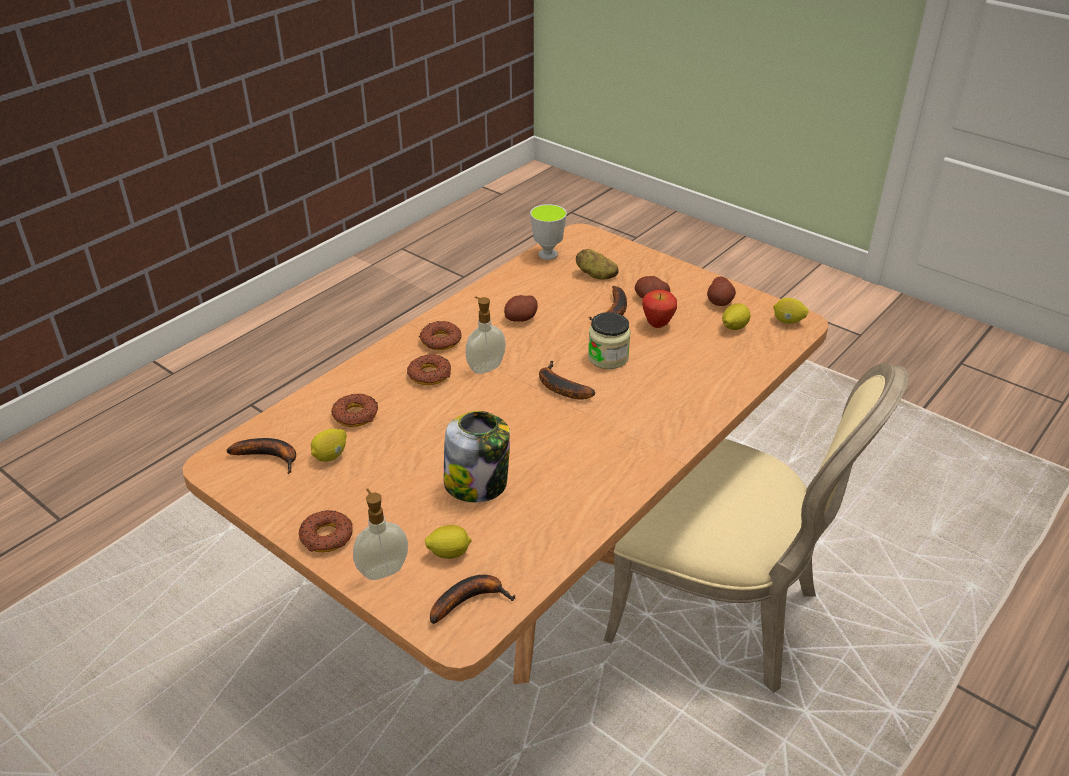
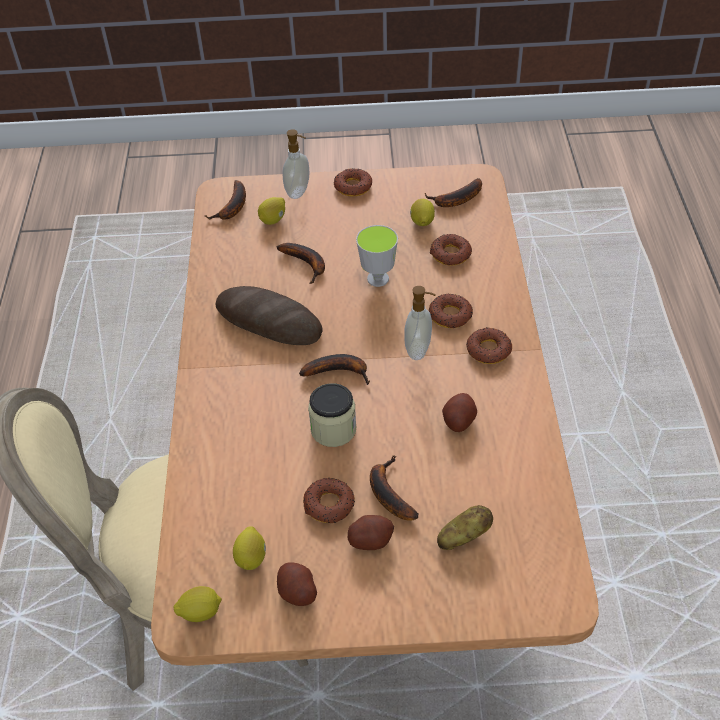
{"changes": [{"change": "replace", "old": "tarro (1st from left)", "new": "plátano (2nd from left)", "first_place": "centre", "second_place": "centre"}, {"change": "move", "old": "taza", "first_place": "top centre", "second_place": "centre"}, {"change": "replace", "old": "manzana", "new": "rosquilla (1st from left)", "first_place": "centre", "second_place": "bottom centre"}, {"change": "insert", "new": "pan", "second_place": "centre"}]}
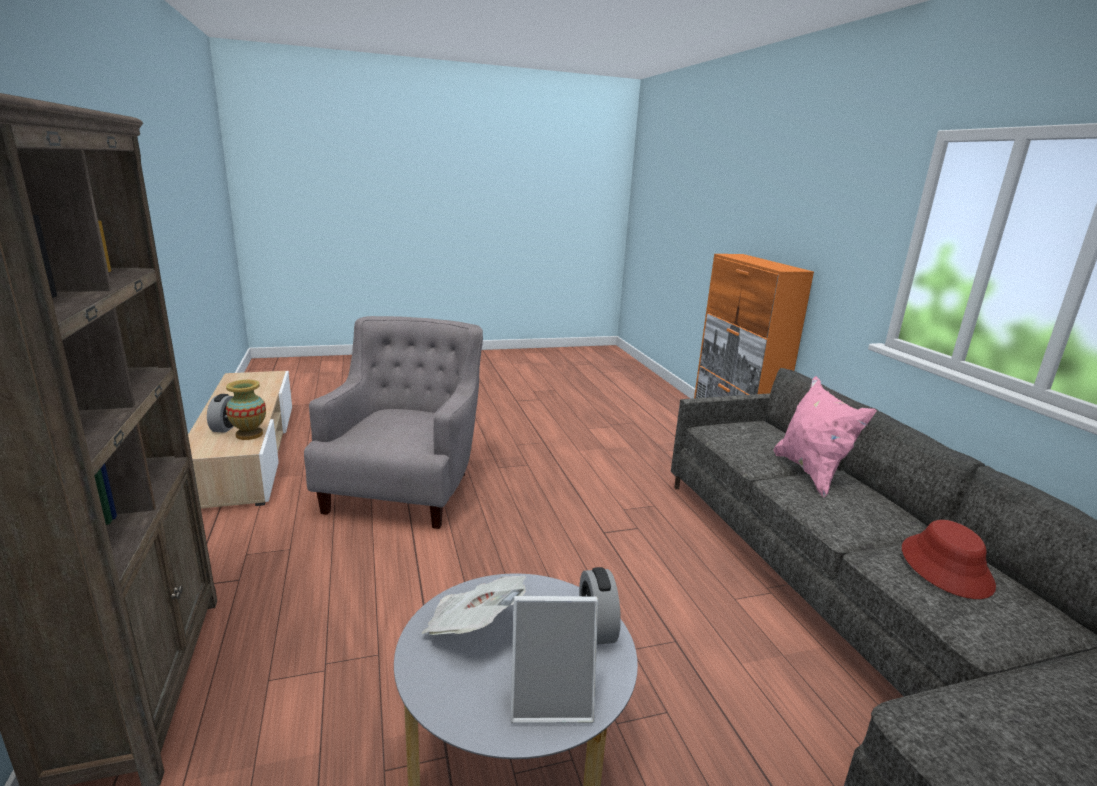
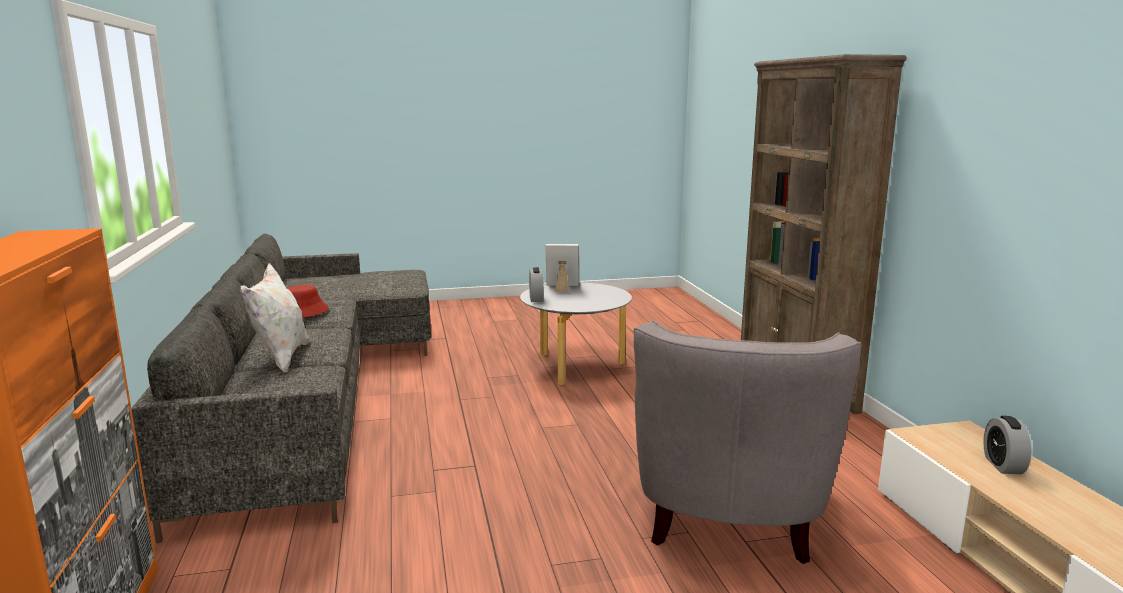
{"changes": [{"change": "delete", "old": "florero", "first_place": "middle left"}, {"change": "delete", "old": "periódico", "first_place": "bottom centre"}, {"change": "recolor", "old": "cojín [rosa]", "new": "cojín [blanco]", "first_place": "middle right", "second_place": "middle left"}]}
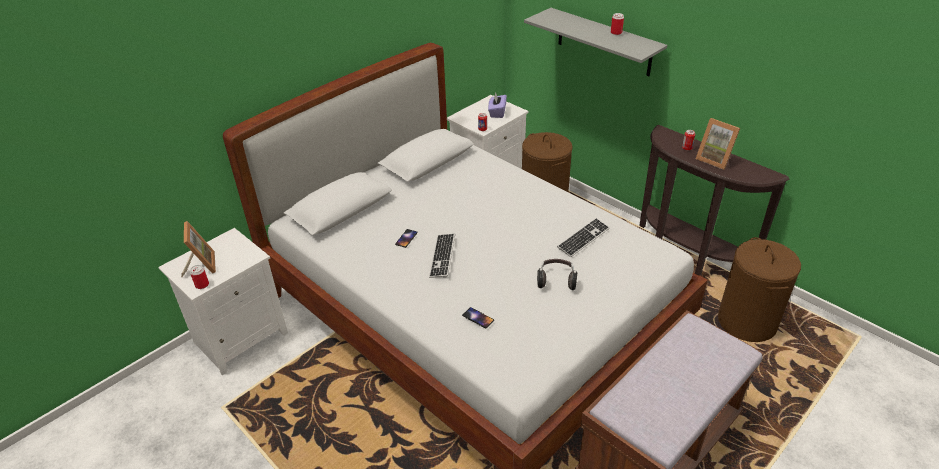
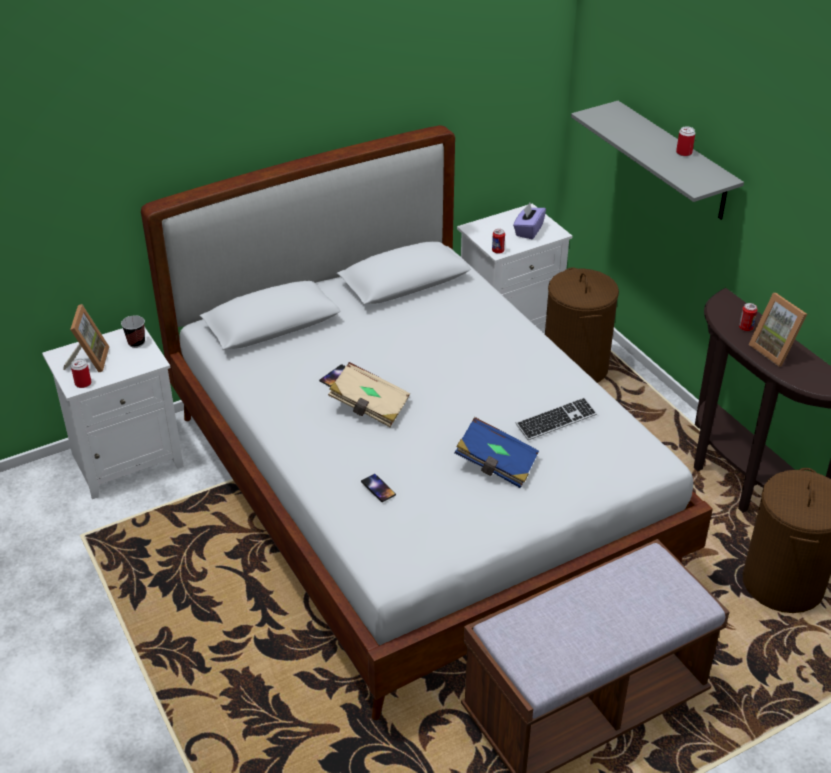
{"changes": [{"change": "replace", "old": "teclado (1st from left)", "new": "libro [beis]", "first_place": "centre", "second_place": "centre"}, {"change": "replace", "old": "auriculares", "new": "libro [azul]", "first_place": "centre", "second_place": "centre"}, {"change": "insert", "new": "taza", "second_place": "middle left"}]}
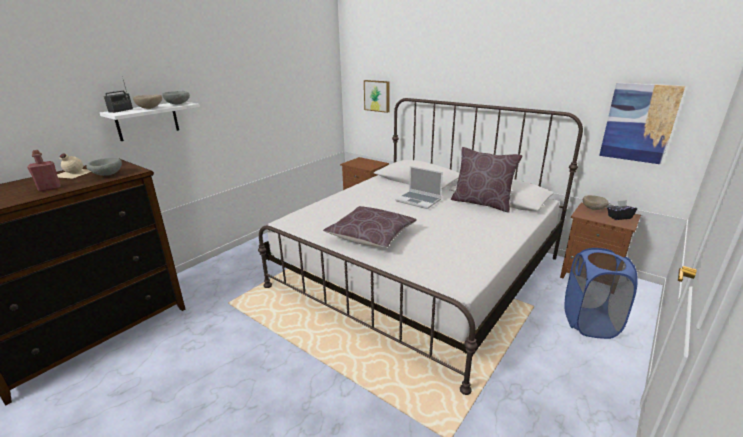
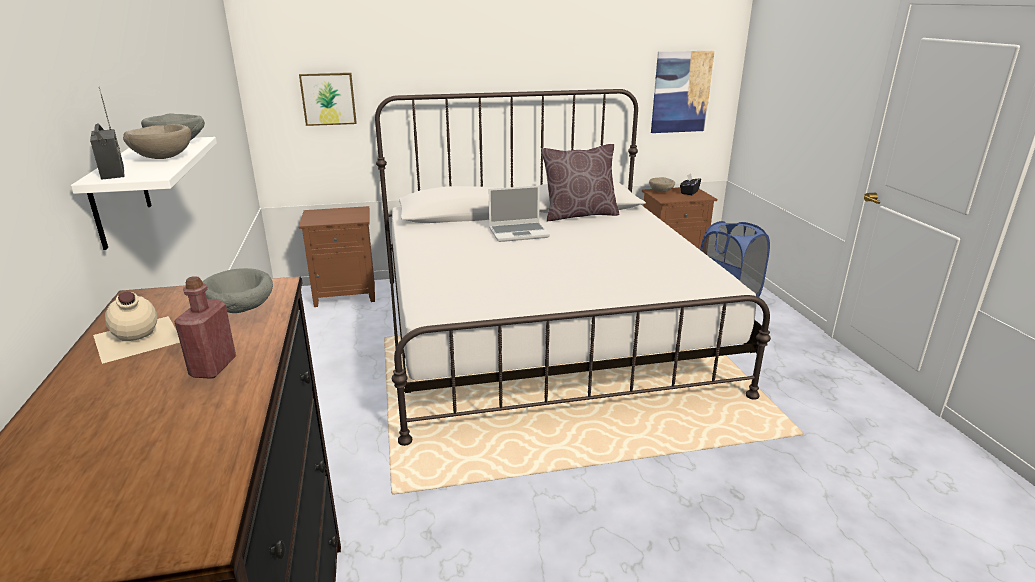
{"changes": [{"change": "delete", "old": "cojín [marrón] (1st from left)", "first_place": "centre"}]}
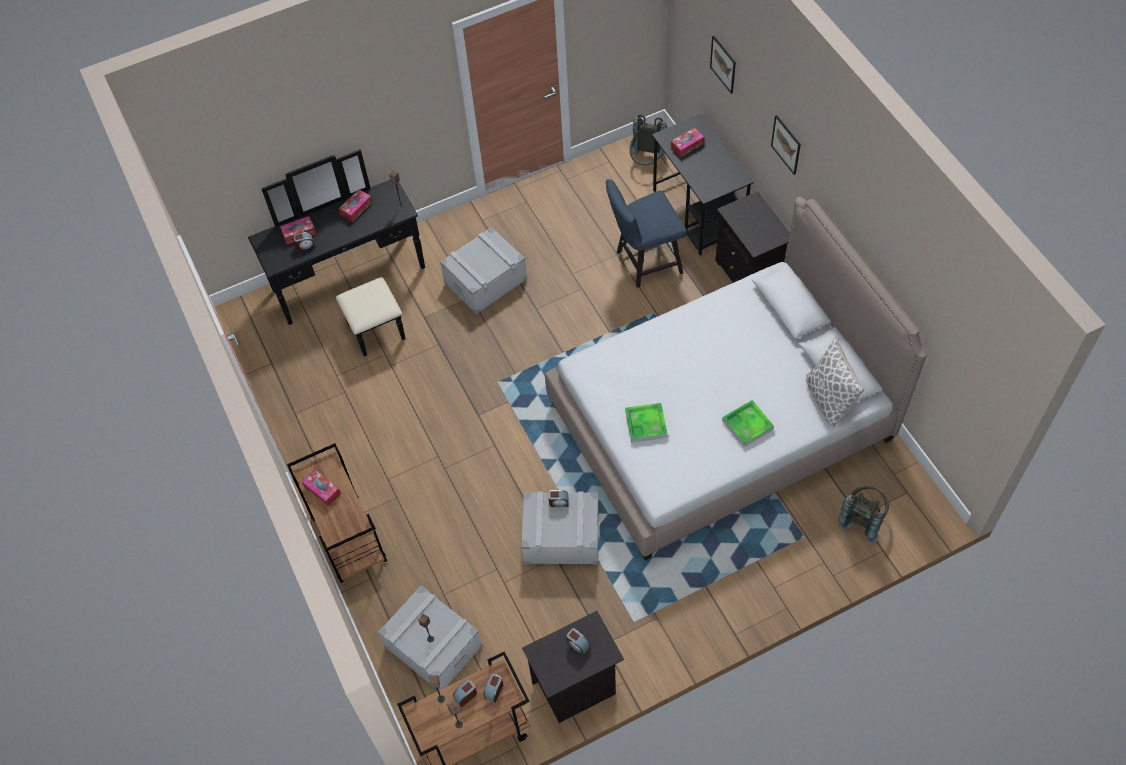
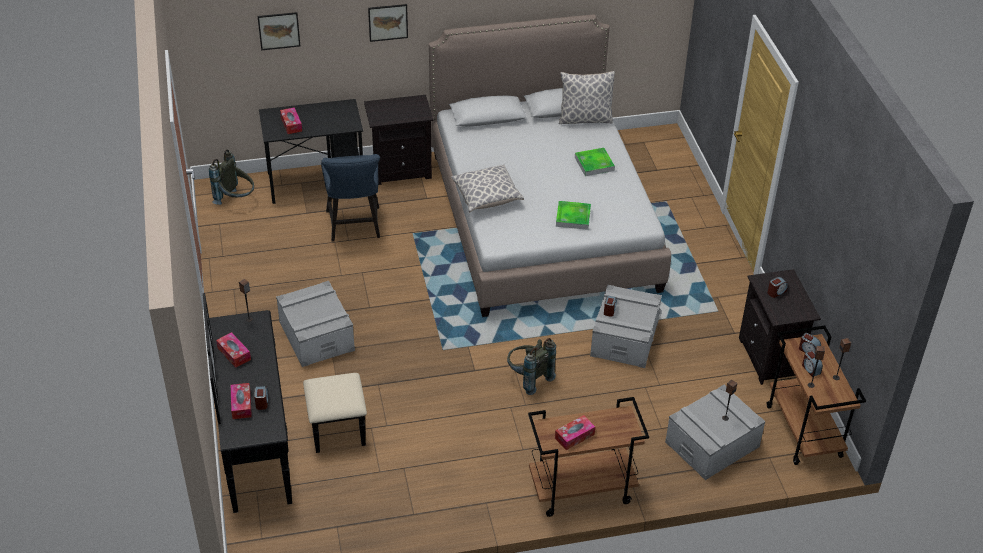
{"changes": [{"change": "move", "old": "mochila [gris] (2nd from left)", "first_place": "bottom right", "second_place": "centre"}, {"change": "insert", "new": "cojín (1st from left)", "second_place": "centre"}]}
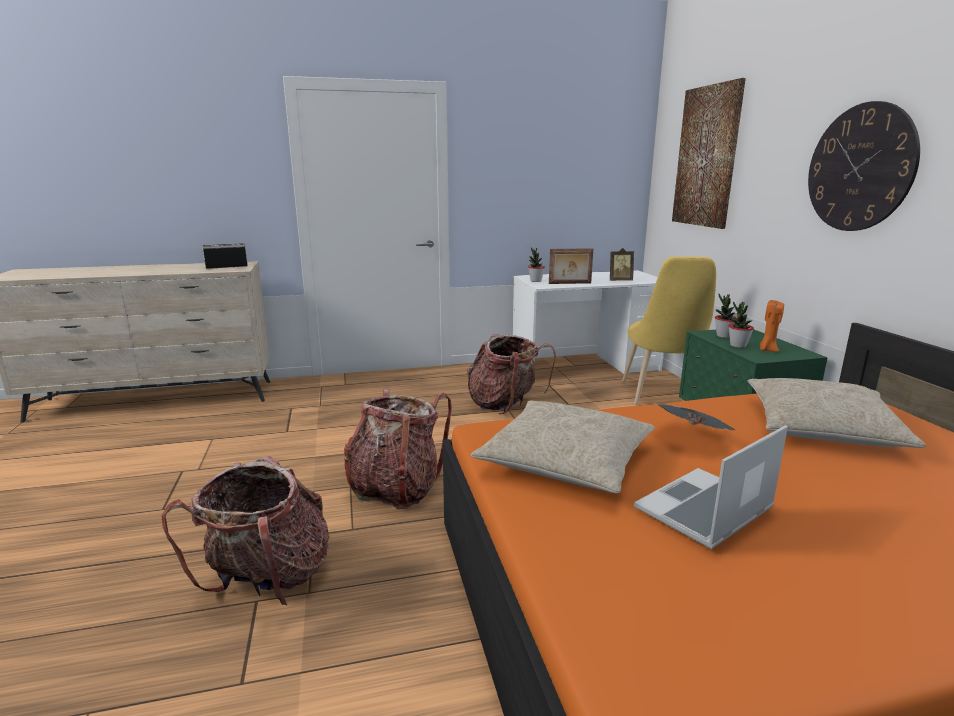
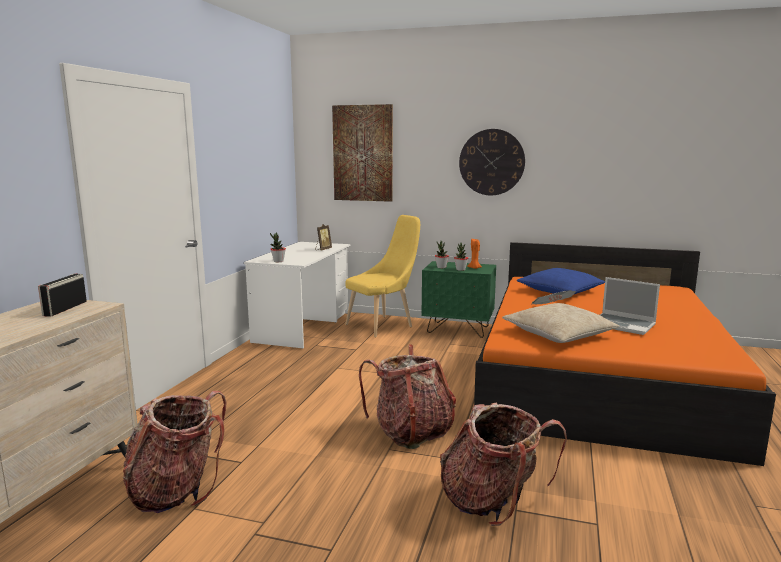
{"changes": [{"change": "move", "old": "mochila (3rd from left in the first image)", "new": "mochila (1st from left)", "first_place": "centre", "second_place": "bottom left"}, {"change": "delete", "old": "portarretratos (1st from left)", "first_place": "centre"}, {"change": "rotate", "old": "silla [amarillo]", "first_place": "middle right", "second_place": "centre", "degrees": -75}, {"change": "rotate", "old": "portátil", "first_place": "bottom right", "second_place": "middle right", "degrees": -45}, {"change": "recolor", "old": "cojín [beis] (2nd from left)", "new": "cojín [azul]", "first_place": "middle right", "second_place": "middle right"}]}
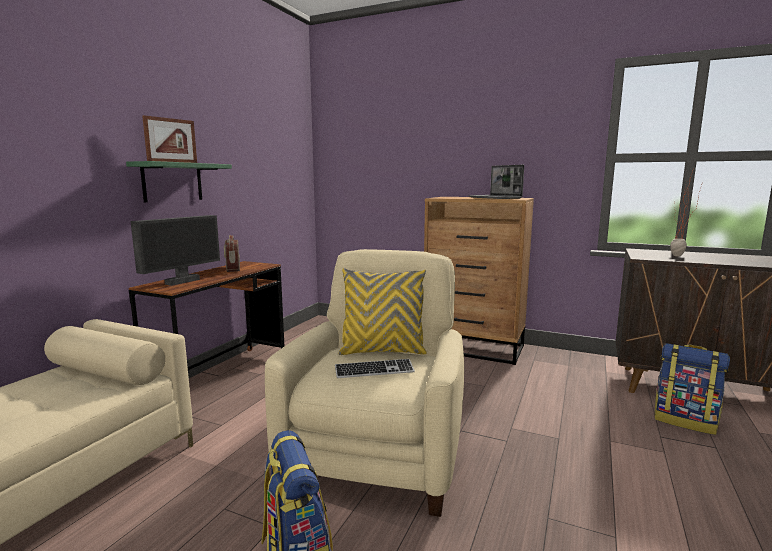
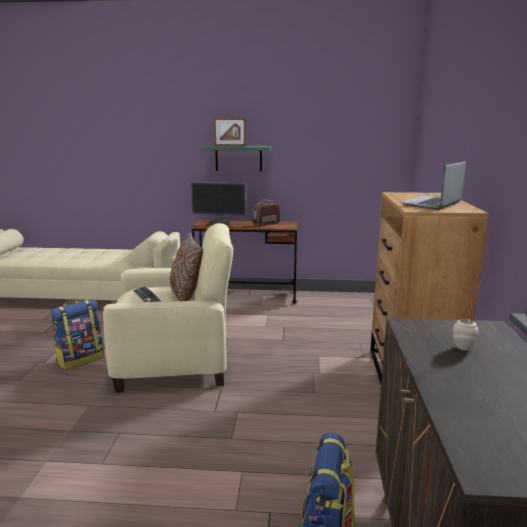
{"changes": [{"change": "recolor", "old": "cojín [amarillo]", "new": "cojín [marrón]", "first_place": "centre", "second_place": "centre"}]}
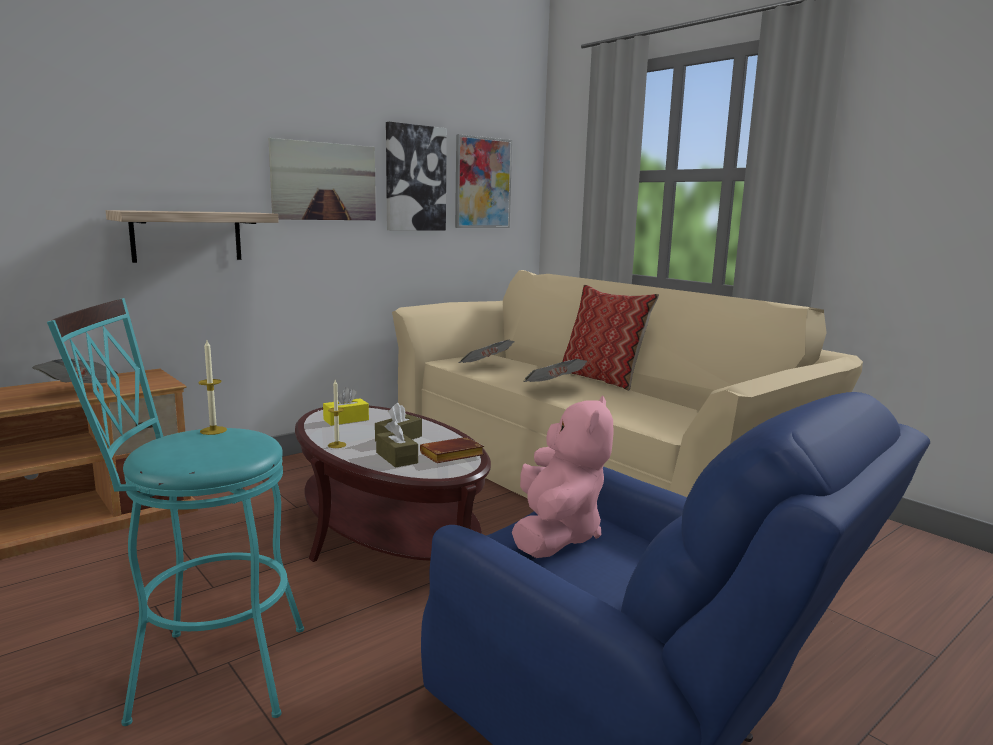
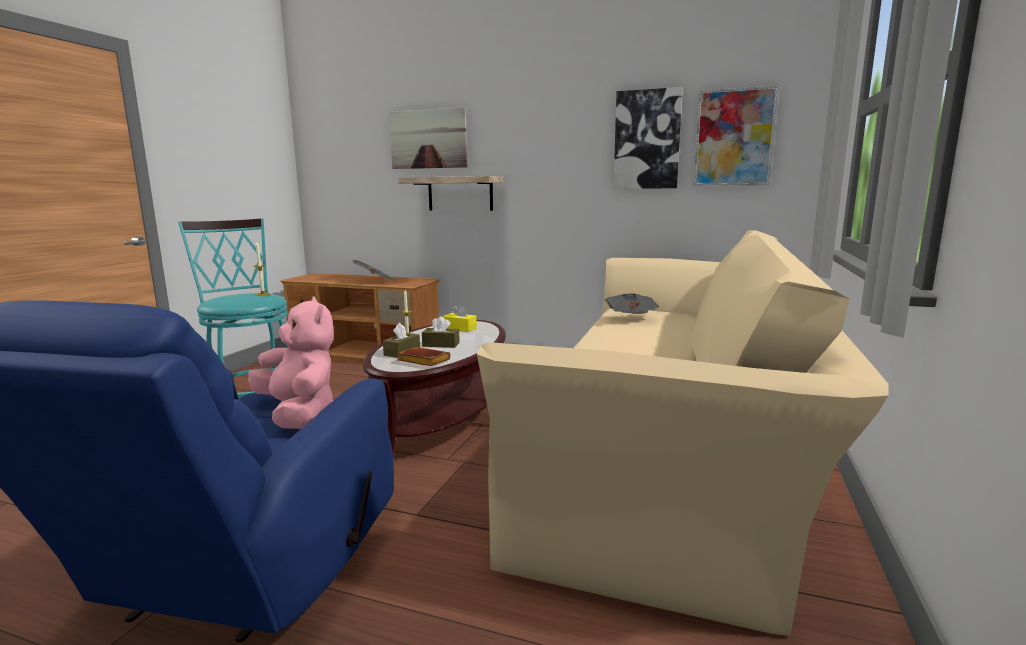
{"changes": [{"change": "move", "old": "cuadro (1st from left)", "first_place": "top left", "second_place": "top centre"}, {"change": "rotate", "old": "peluche [rosa]", "first_place": "centre", "second_place": "middle left", "degrees": -105}, {"change": "delete", "old": "periódico (3rd from left)", "first_place": "centre"}, {"change": "delete", "old": "cojín", "first_place": "centre"}]}
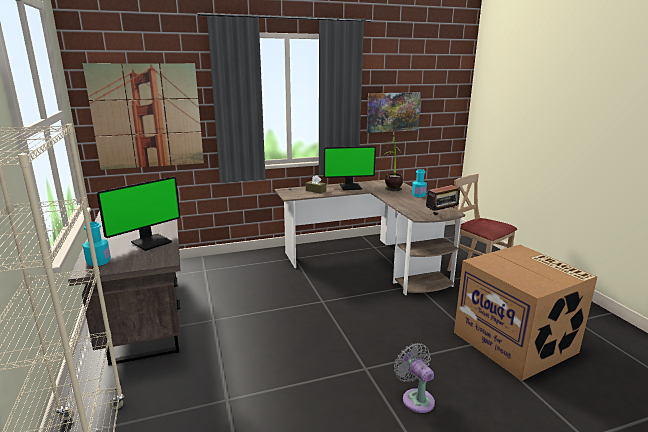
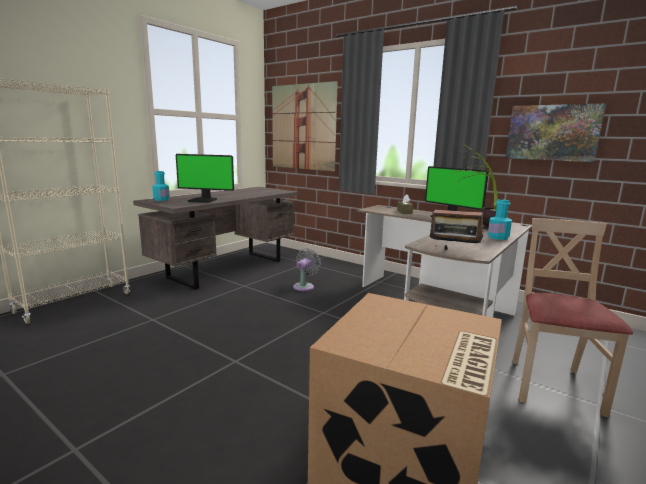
{"changes": [{"change": "move", "old": "ventilador [gris]", "first_place": "bottom centre", "second_place": "centre"}]}
